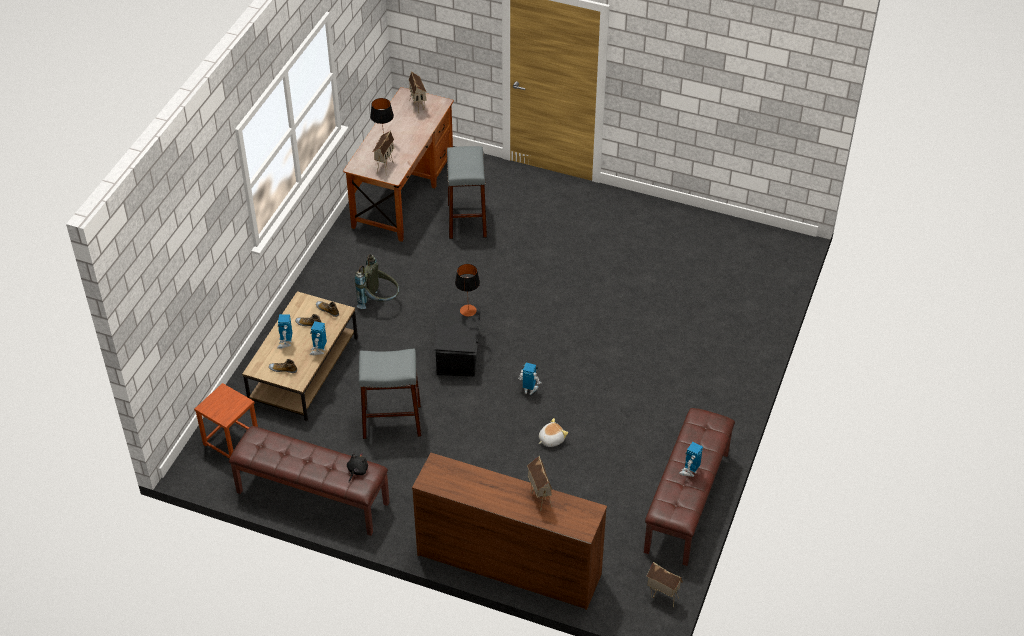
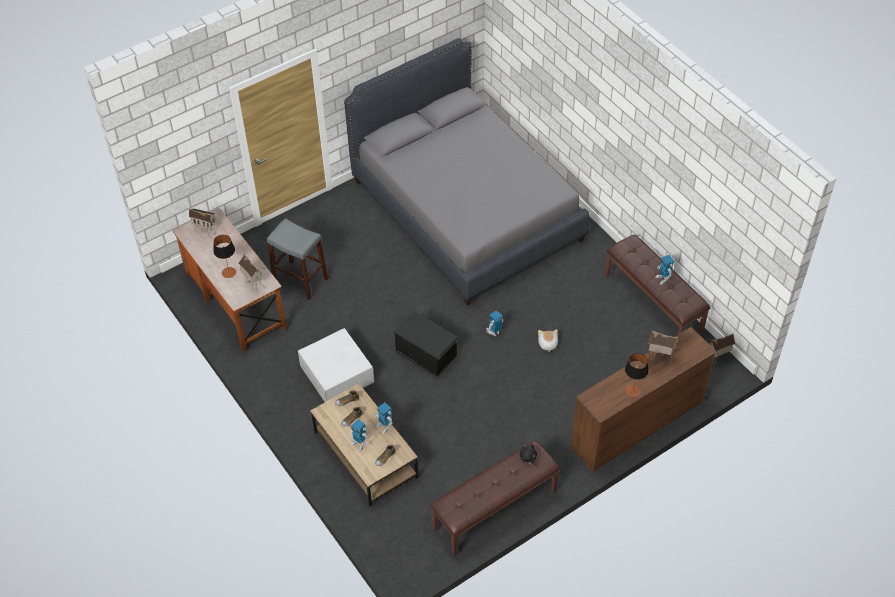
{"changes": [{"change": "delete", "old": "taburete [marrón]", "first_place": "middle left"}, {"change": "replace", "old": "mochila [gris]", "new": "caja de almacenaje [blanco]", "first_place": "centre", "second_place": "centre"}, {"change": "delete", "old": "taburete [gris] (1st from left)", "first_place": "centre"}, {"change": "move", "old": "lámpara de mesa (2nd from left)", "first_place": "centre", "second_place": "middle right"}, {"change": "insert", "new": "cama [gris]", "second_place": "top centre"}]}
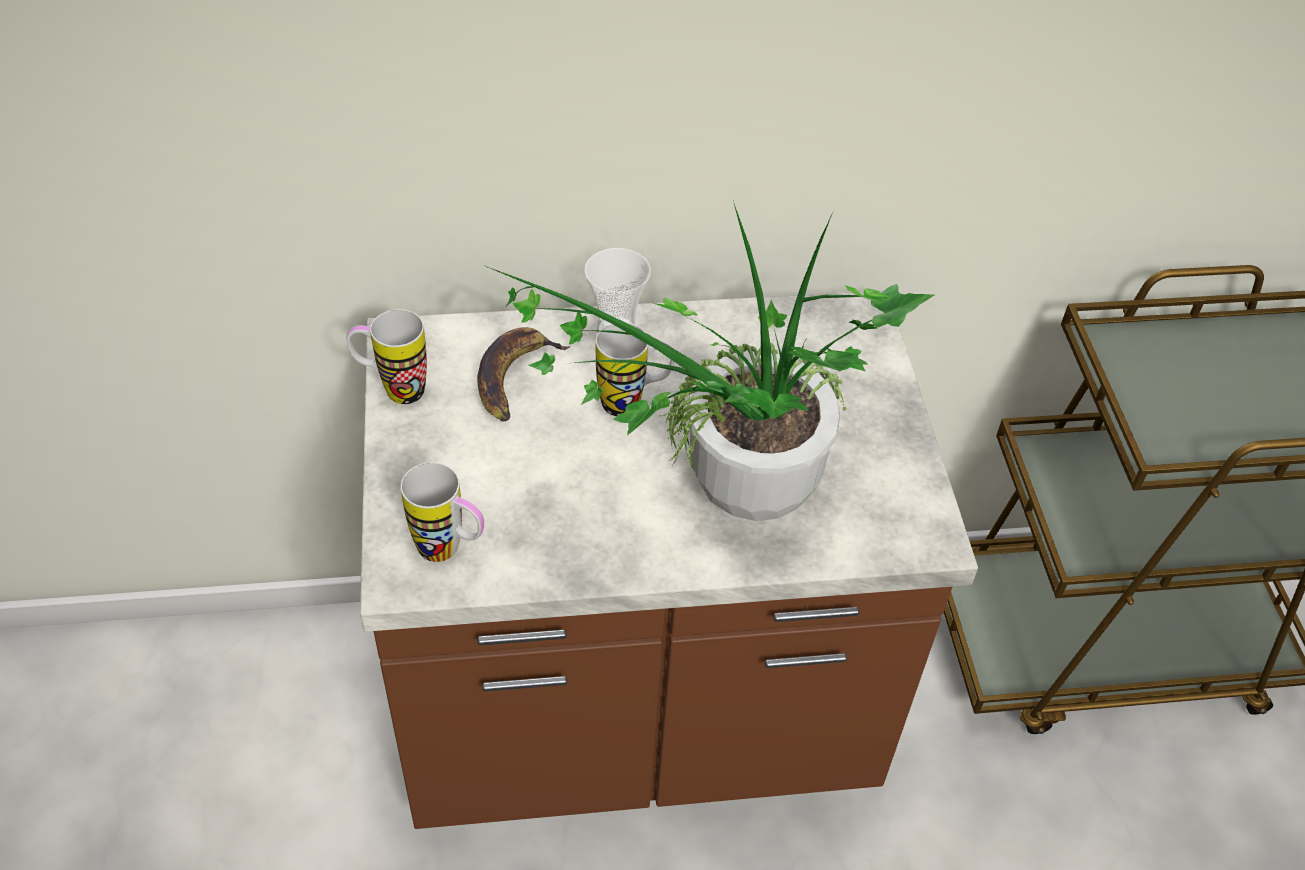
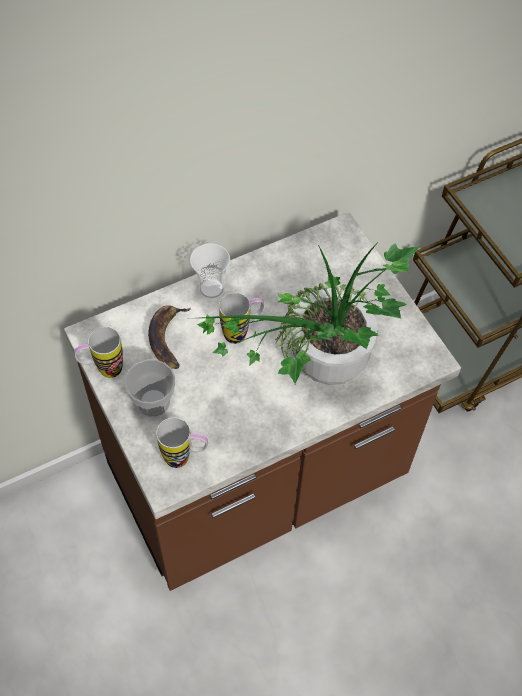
{"changes": [{"change": "insert", "new": "taza (1st from left)", "second_place": "middle left"}]}
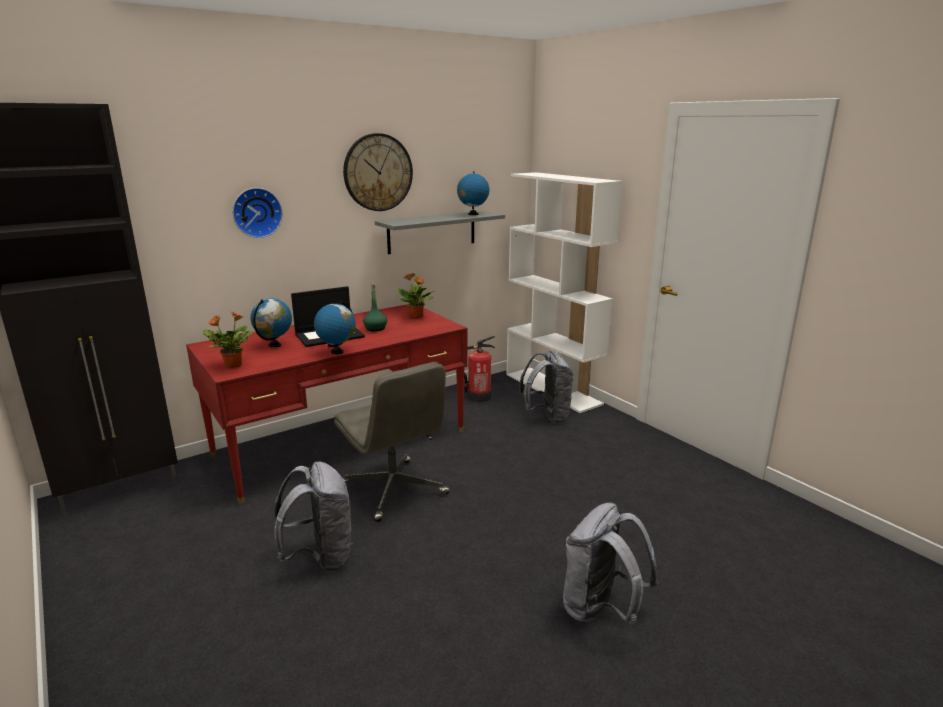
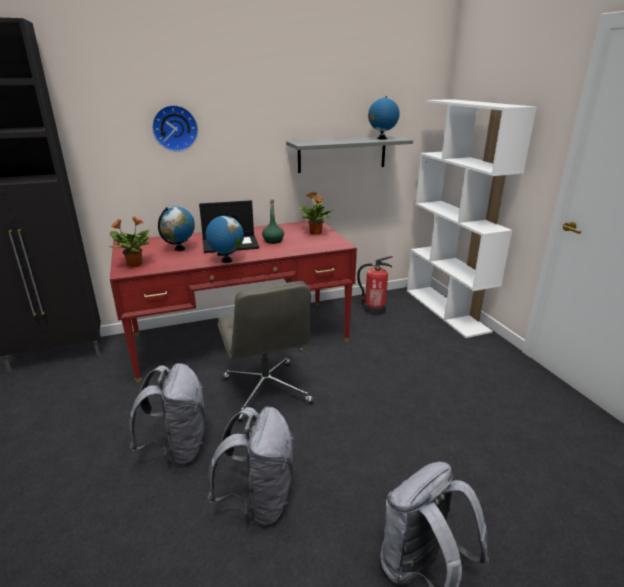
{"changes": [{"change": "delete", "old": "reloj de pared (2nd from left)", "first_place": "top centre"}, {"change": "move", "old": "mochila [gris] (2nd from left)", "first_place": "centre", "second_place": "bottom centre"}]}
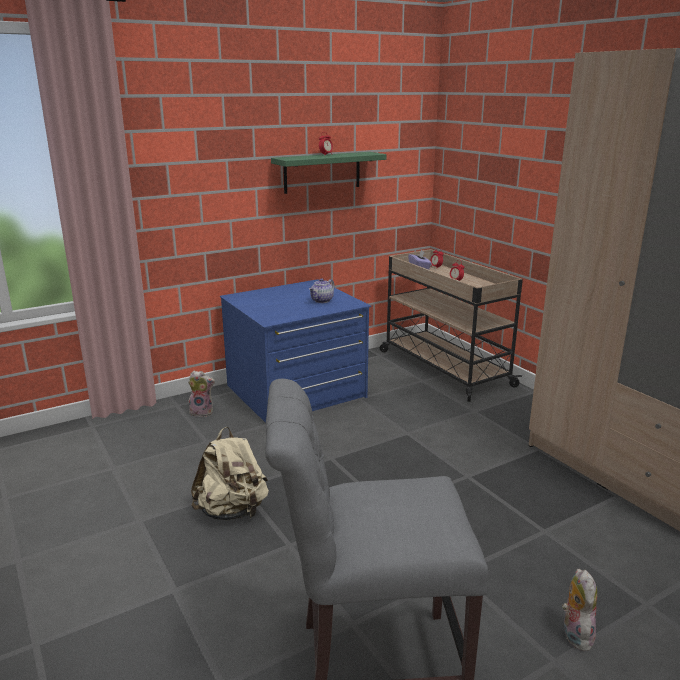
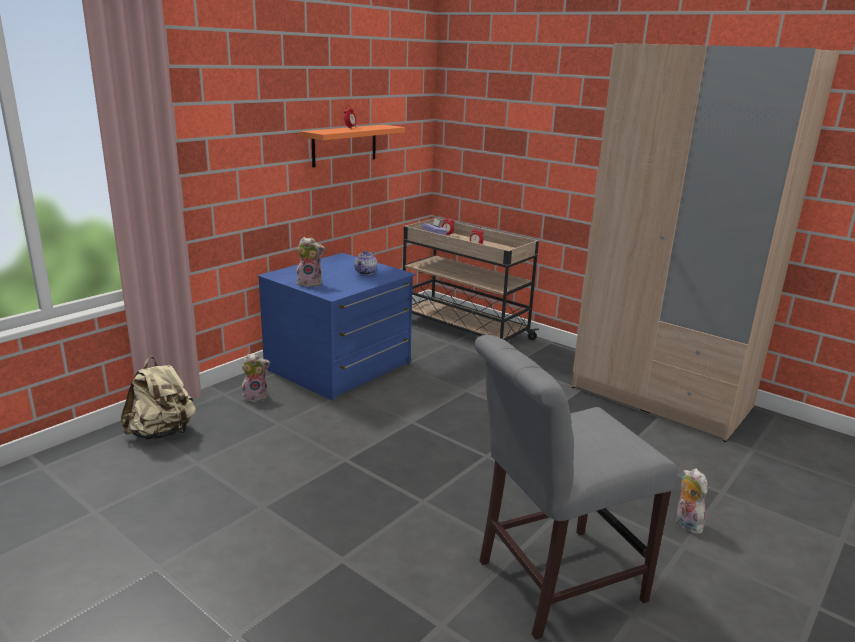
{"changes": [{"change": "move", "old": "mochila [beis]", "first_place": "bottom centre", "second_place": "middle left"}, {"change": "recolor", "old": "estante [verde]", "new": "estante [naranja]", "first_place": "top centre", "second_place": "top centre"}, {"change": "insert", "new": "peluche (2nd from left)", "second_place": "centre"}]}
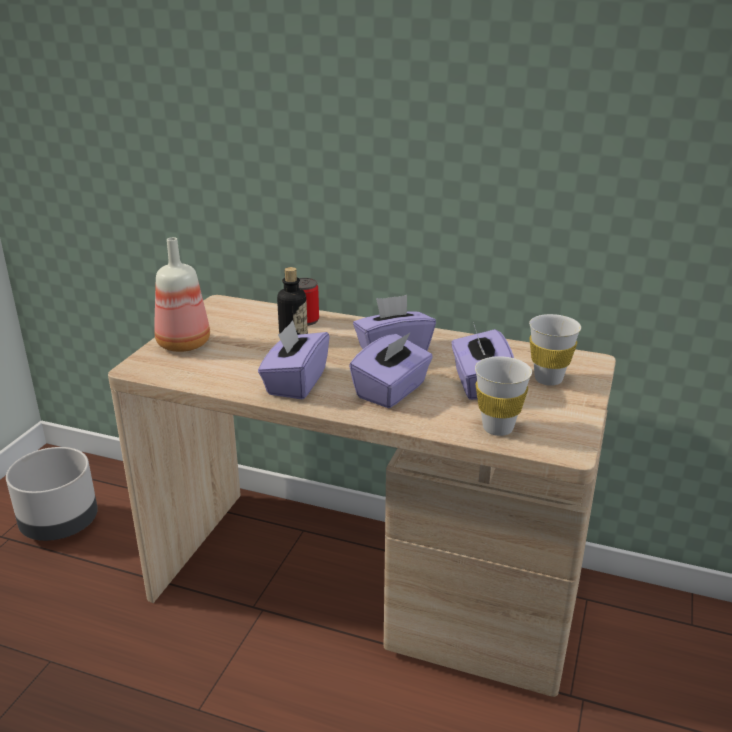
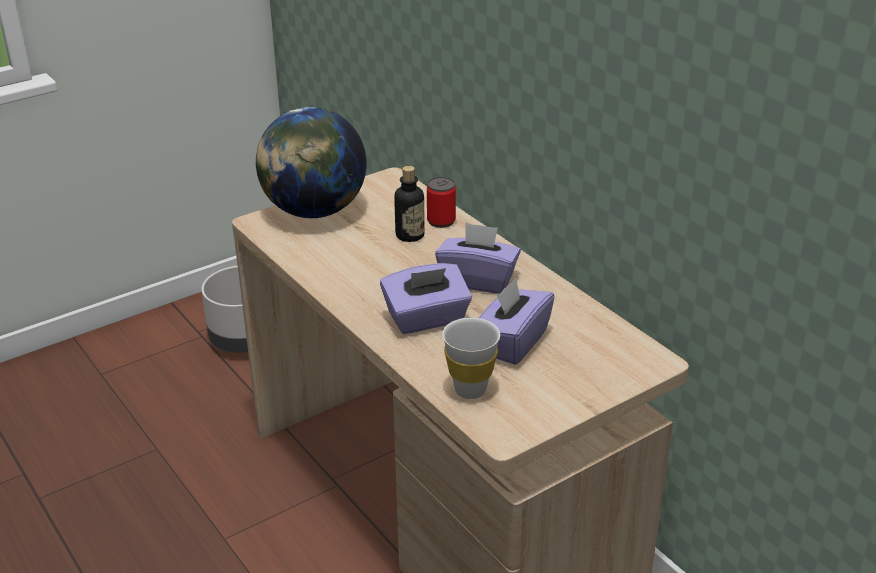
{"changes": [{"change": "replace", "old": "botella (1st from left)", "new": "globo terráqueo", "first_place": "middle left", "second_place": "top centre"}, {"change": "delete", "old": "caja de pañuelos [morado] (1st from left)", "first_place": "centre"}, {"change": "delete", "old": "taza [blanco] (2nd from left)", "first_place": "middle right"}]}
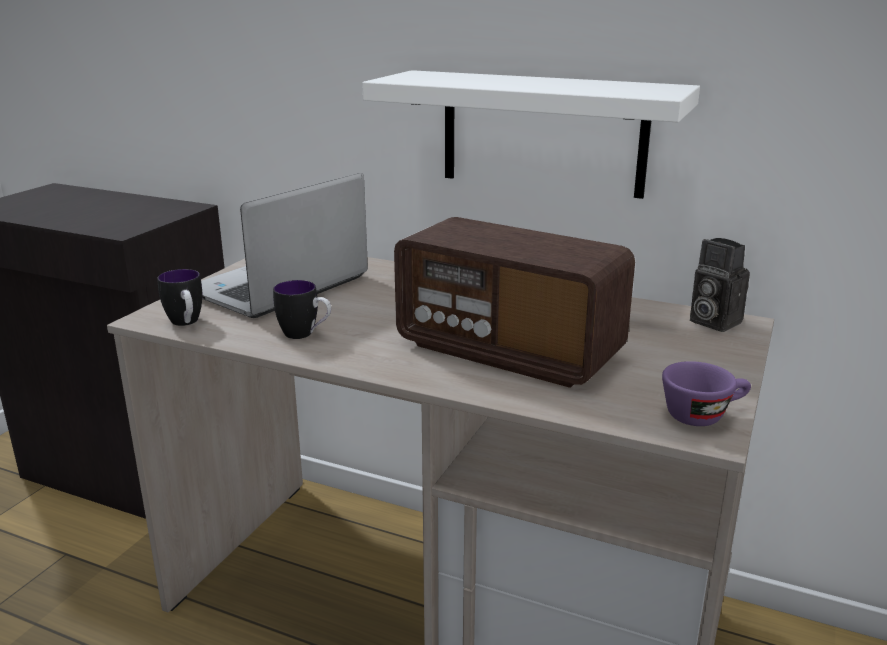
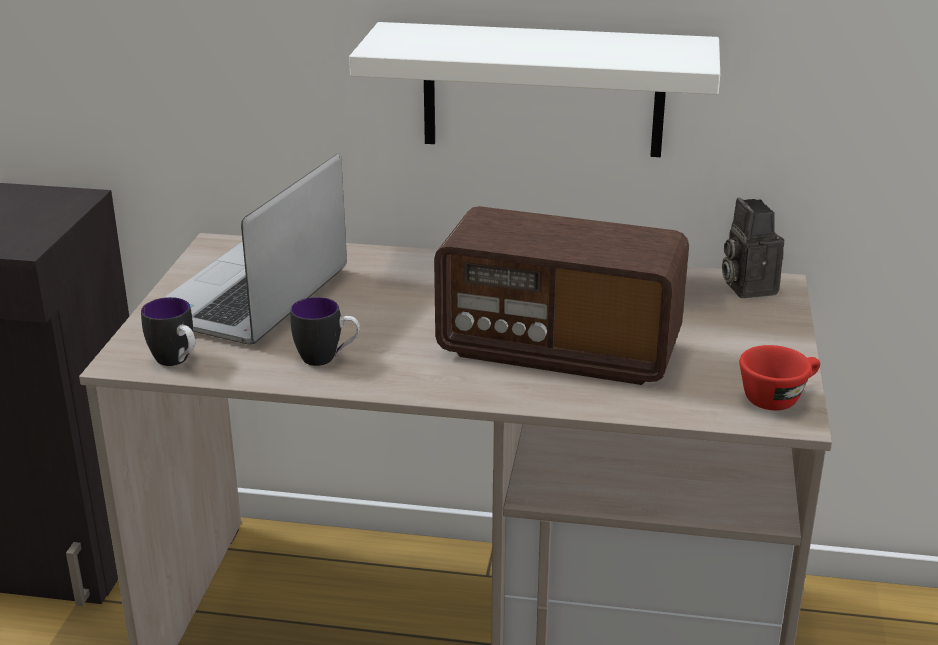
{"changes": [{"change": "recolor", "old": "taza [morado]", "new": "taza [rojo]", "first_place": "middle right", "second_place": "middle right"}, {"change": "rotate", "old": "cámara", "first_place": "middle right", "second_place": "middle right", "degrees": 45}]}
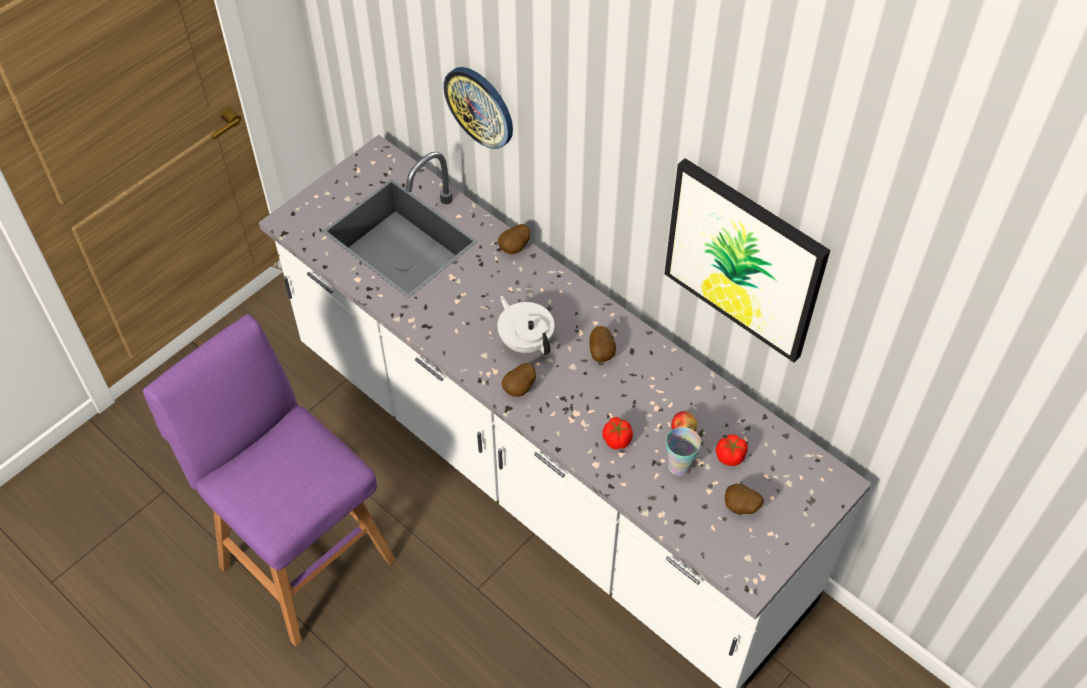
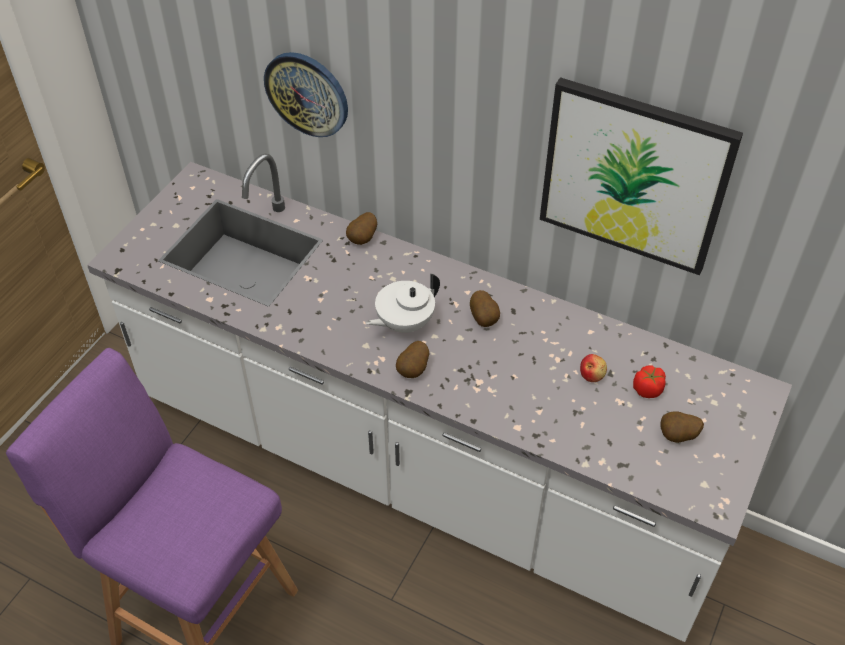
{"changes": [{"change": "rotate", "old": "tetera [blanco]", "first_place": "centre", "second_place": "centre", "degrees": -75}, {"change": "delete", "old": "tomate (1st from left)", "first_place": "centre"}, {"change": "delete", "old": "taza", "first_place": "centre"}]}
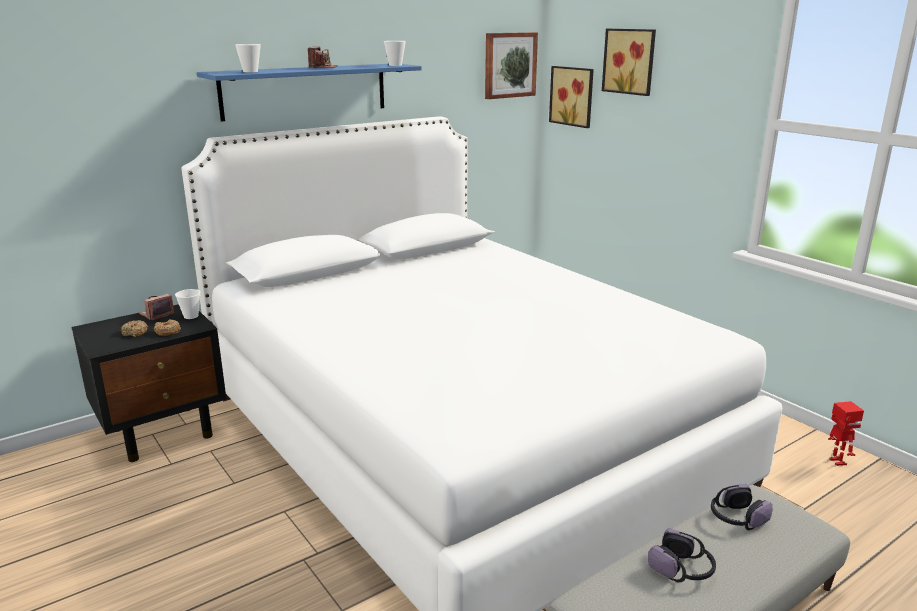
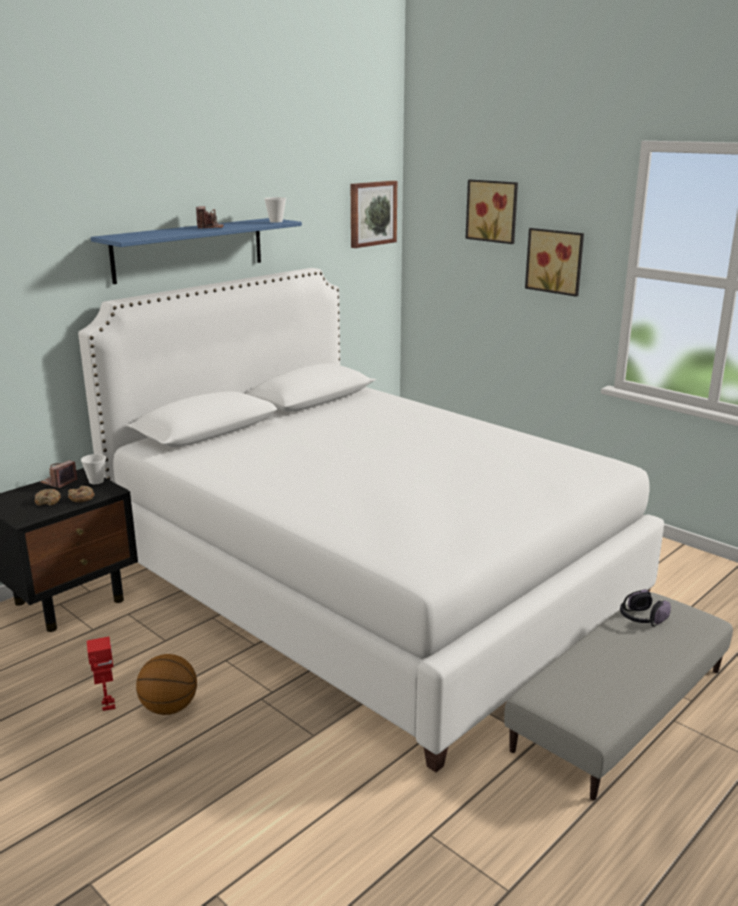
{"changes": [{"change": "delete", "old": "taza (2nd from left)", "first_place": "top left"}, {"change": "move", "old": "cuadro (2nd from left in the first image)", "new": "cuadro (3rd from left)", "first_place": "top centre", "second_place": "top right"}, {"change": "delete", "old": "auriculares (1st from left)", "first_place": "bottom right"}, {"change": "move", "old": "robot de juguete", "first_place": "bottom right", "second_place": "bottom left"}, {"change": "insert", "new": "balón de baloncesto", "second_place": "bottom left"}]}
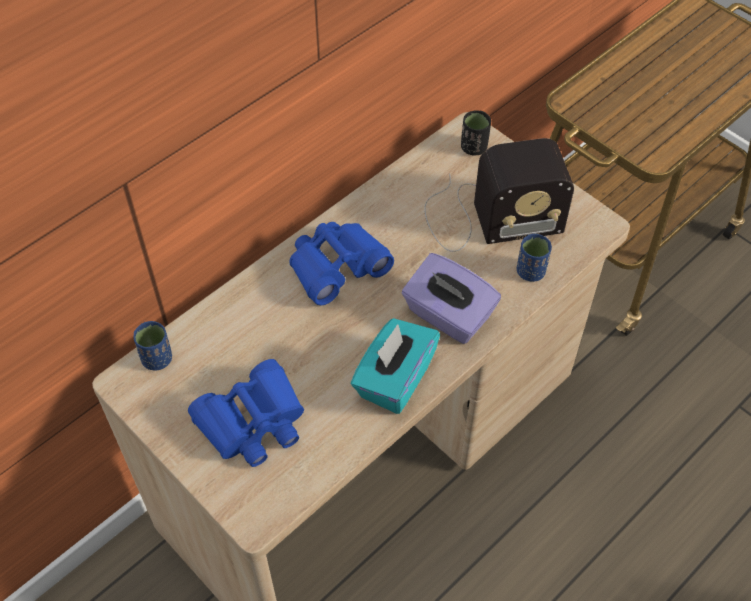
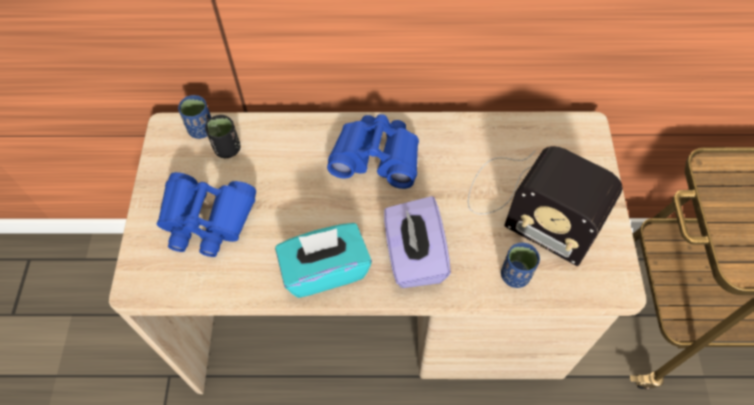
{"changes": [{"change": "move", "old": "taza [negro]", "first_place": "top centre", "second_place": "middle left"}]}
